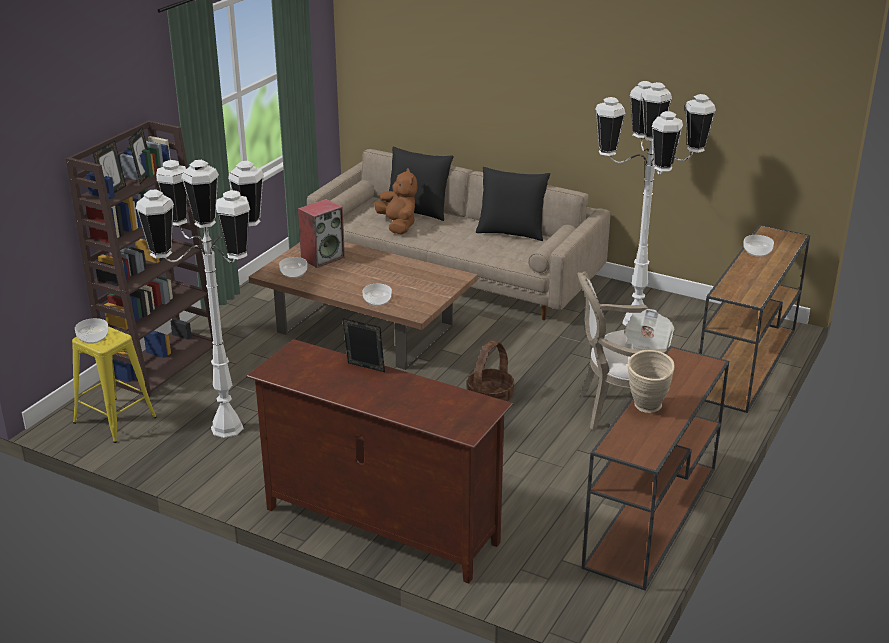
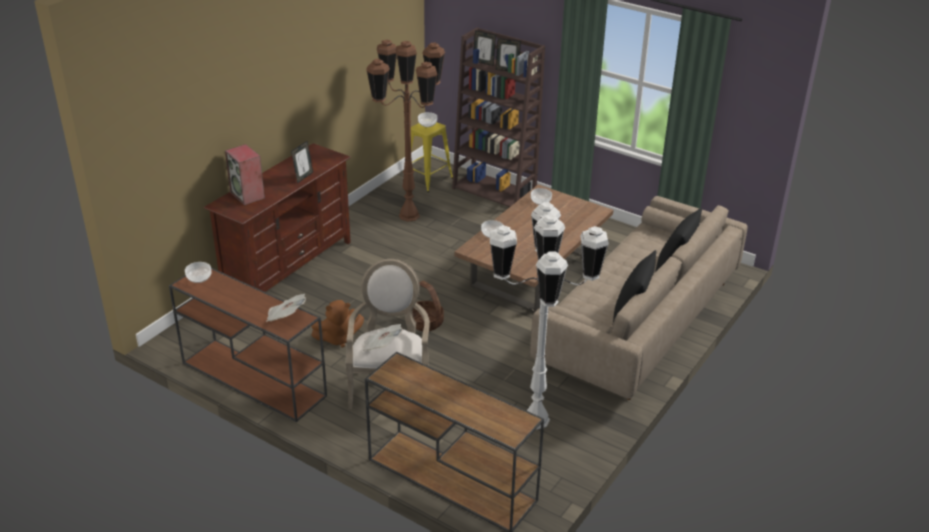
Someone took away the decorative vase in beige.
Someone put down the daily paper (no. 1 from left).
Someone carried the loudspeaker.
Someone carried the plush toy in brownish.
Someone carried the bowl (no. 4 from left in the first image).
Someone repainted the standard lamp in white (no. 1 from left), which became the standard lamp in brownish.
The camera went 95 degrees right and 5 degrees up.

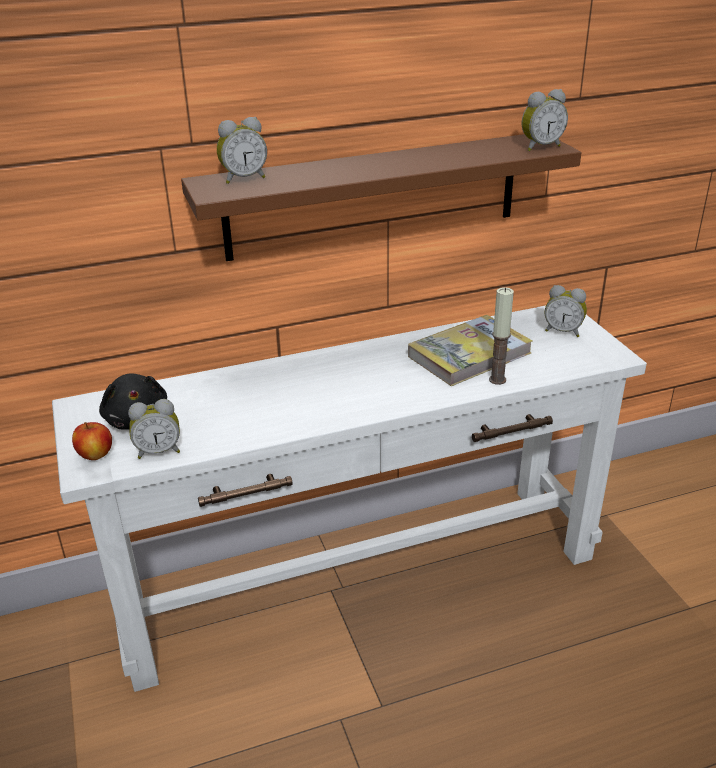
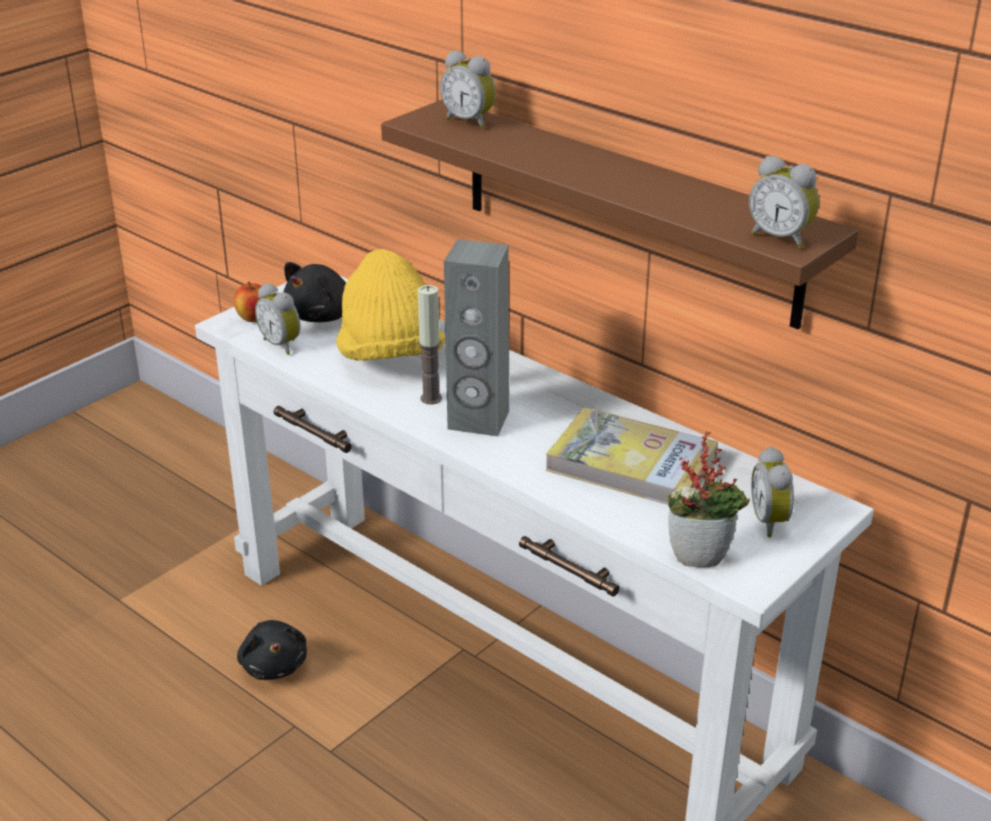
Someone put down the plush toy in black (no. 1 from left).
Someone put down the clothing hat in yellowish.
Someone put down the loudspeaker in gray.
Someone put down the houseplant.
Someone carried the wax candle.
The camera went 60 degrees right and 0 degrees up.

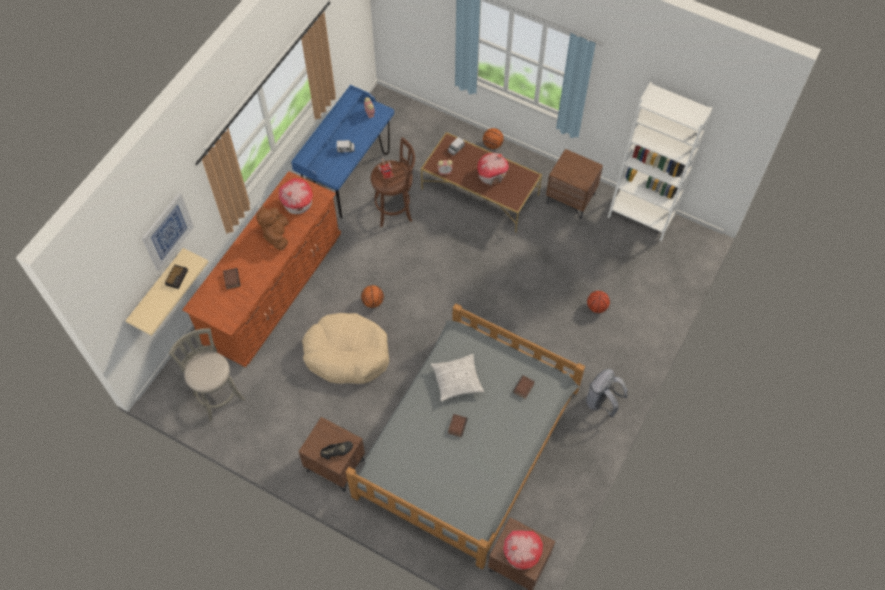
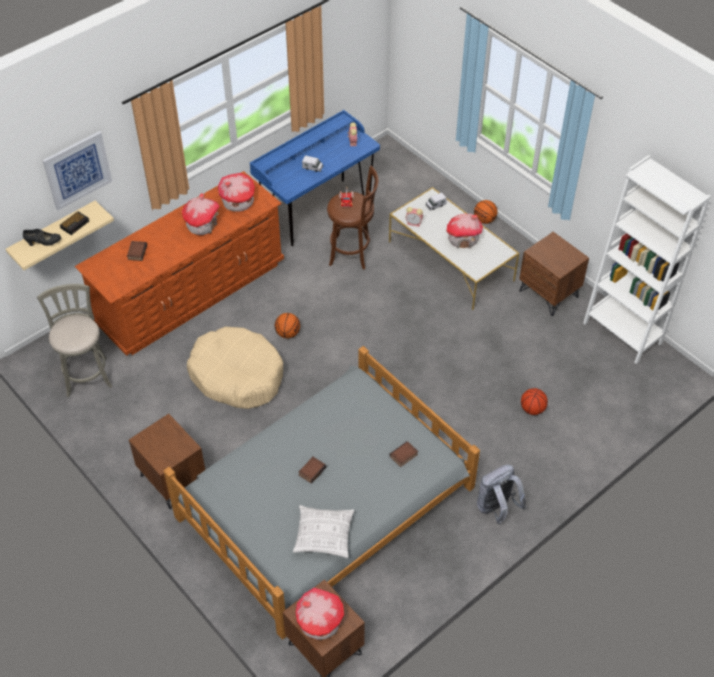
Someone carried the low shoe in black.
Someone carried the throw pillow.
Someone swapped the plush toy in brownish for the model house (no. 1 from left).
Someone repainted the low table in brownish, which became the low table in white.
The camera went 20 degrees right and 10 degrees down.

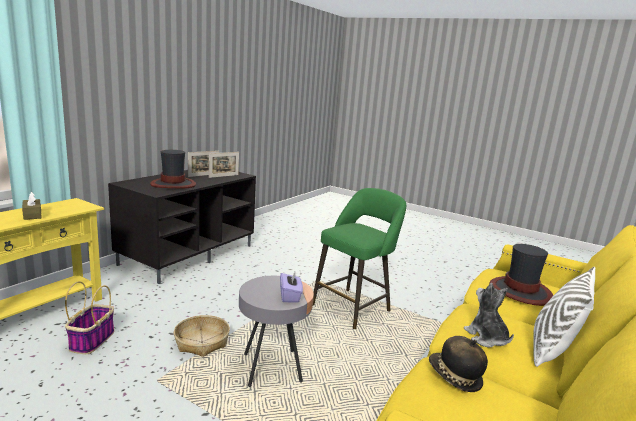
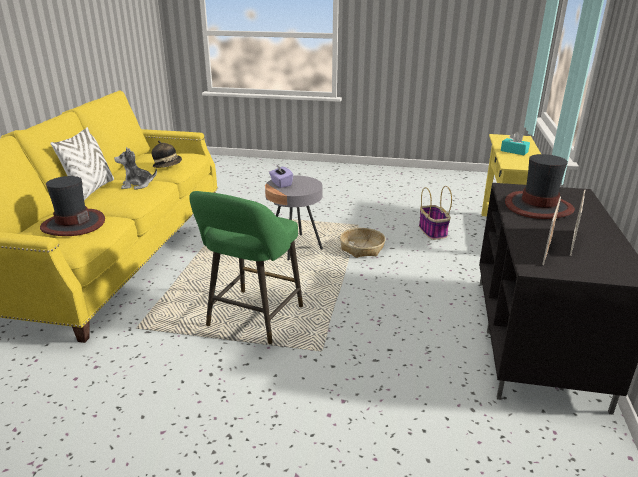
Someone repainted the box of tissues in brownish, which became the box of tissues in blue-green.
Someone rotated the plush toy by 120 degrees clockwise.
The camera went 160 degrees right and 10 degrees up.

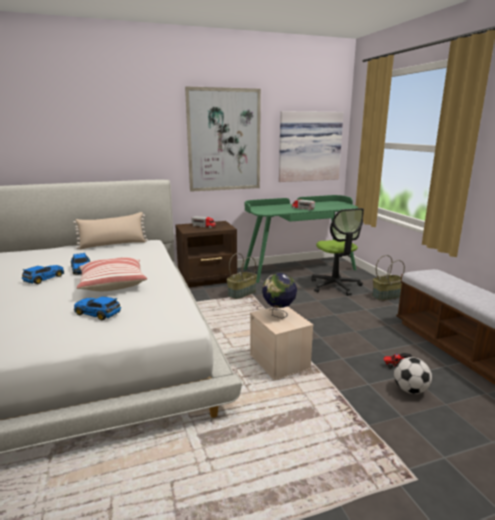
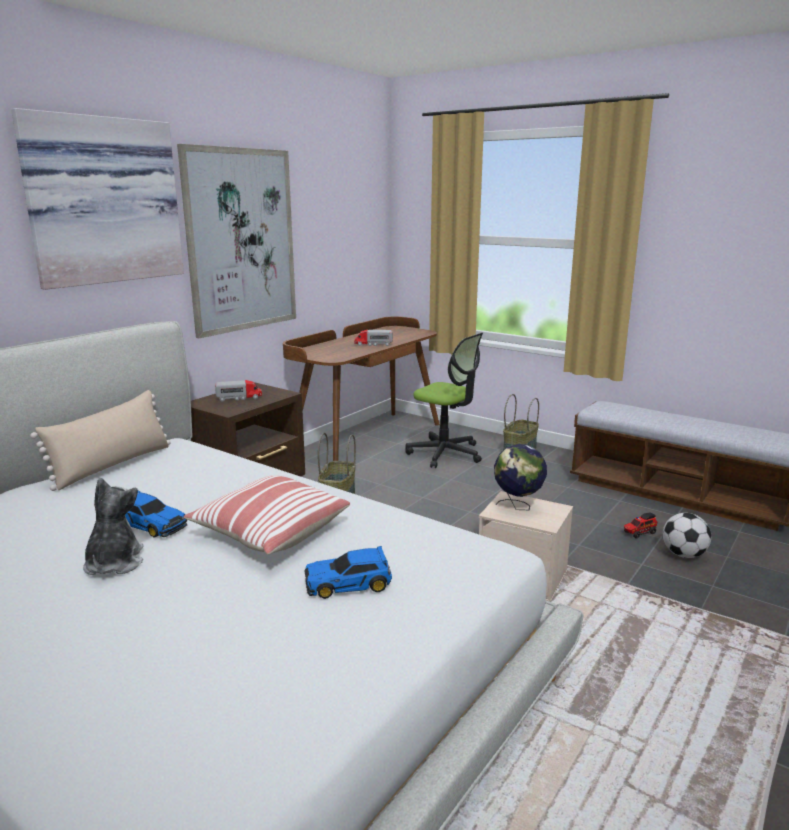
Someone carried the wall art (no. 2 from left in the first image).
Someone swapped the model car (no. 1 from left) for the plush toy.
Someone repainted the desk unit in green-coloured, which became the desk unit in brownish.
The camera went 35 degrees left and 0 degrees up.

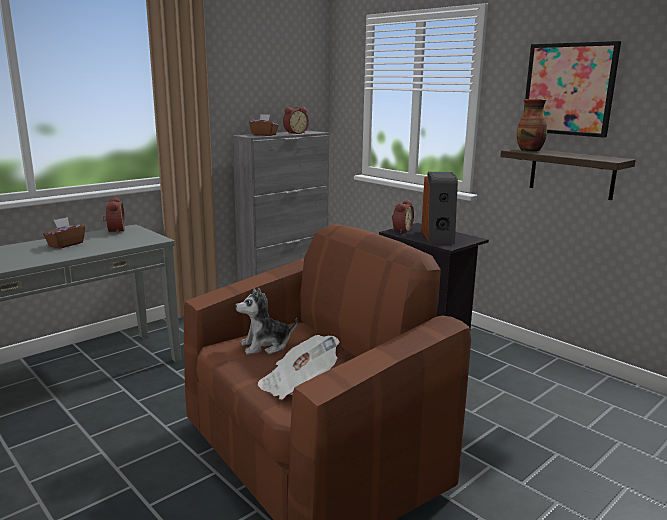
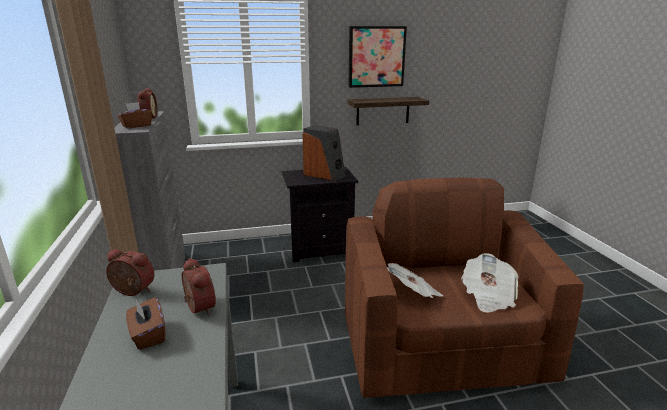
Someone took away the decorative vase.
Someone carried the alarm clock (no. 3 from left).
Someone swapped the plush toy for the daily paper (no. 1 from left).
The camera went 60 degrees left and 5 degrees up.

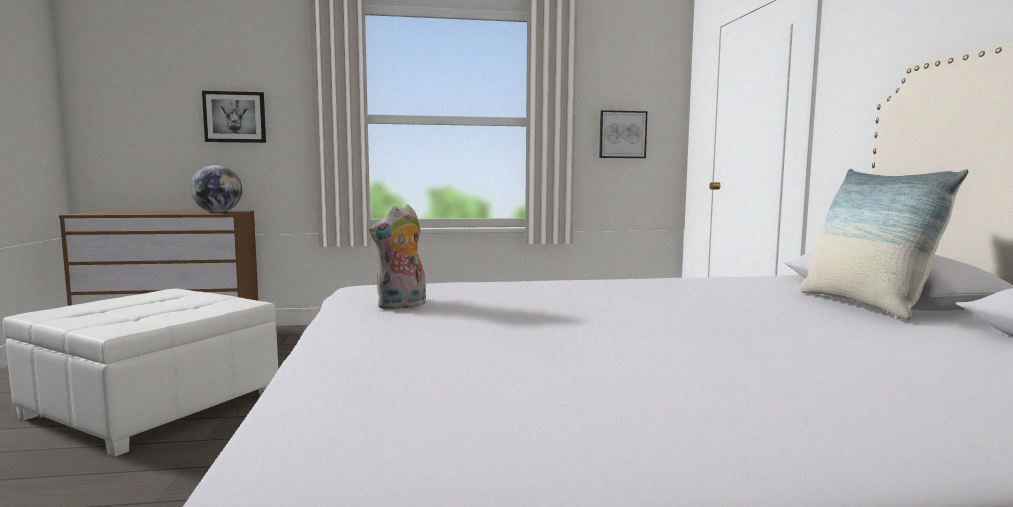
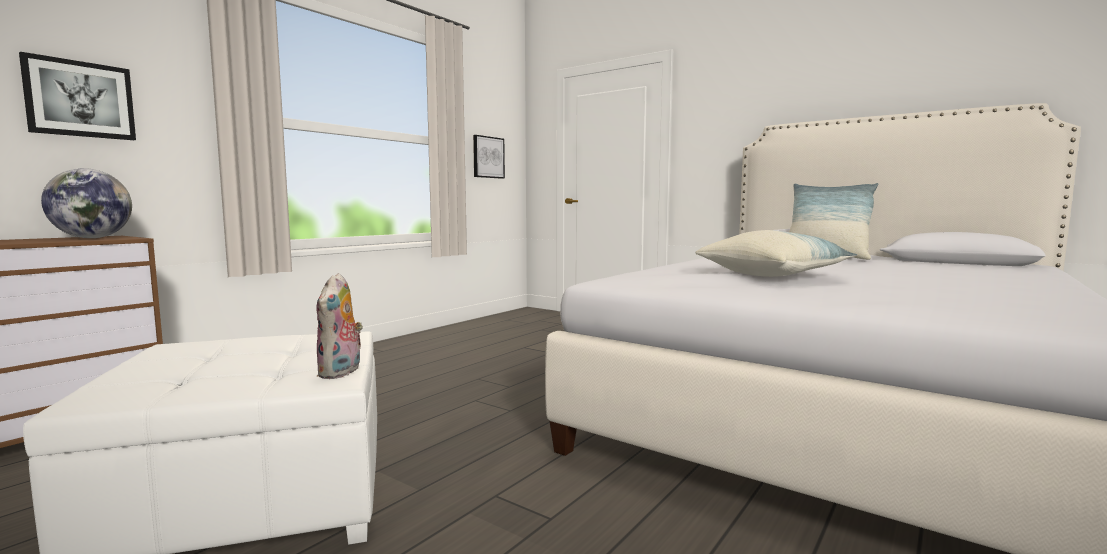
Someone put down the throw pillow (no. 1 from left).
Someone carried the plush toy.
The camera went 45 degrees left and 0 degrees up.

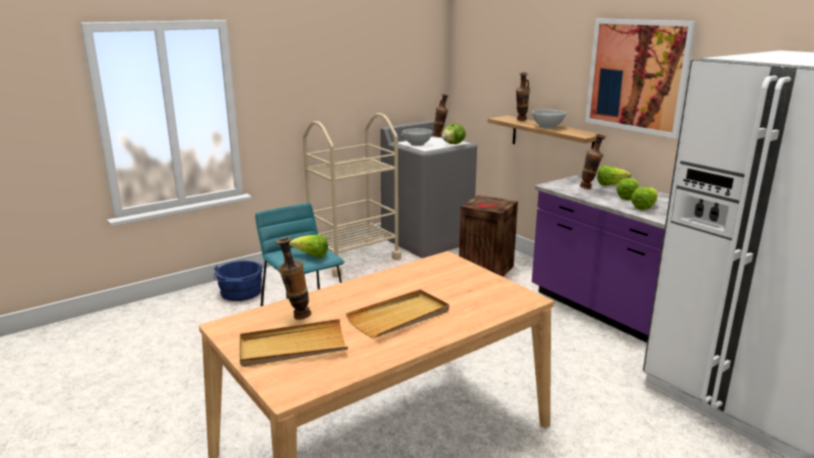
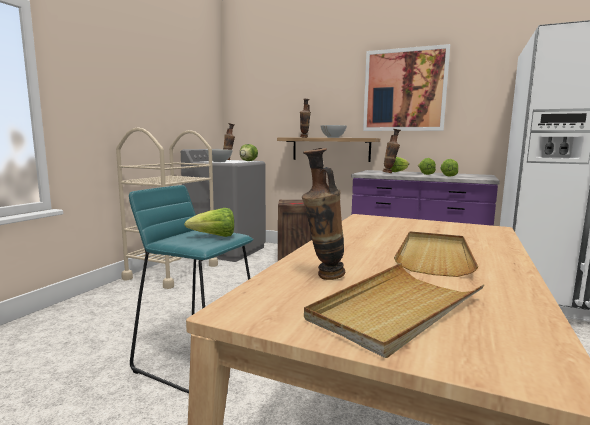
Someone took away the water bucket in bluish.
The camera went 30 degrees left and 10 degrees down.

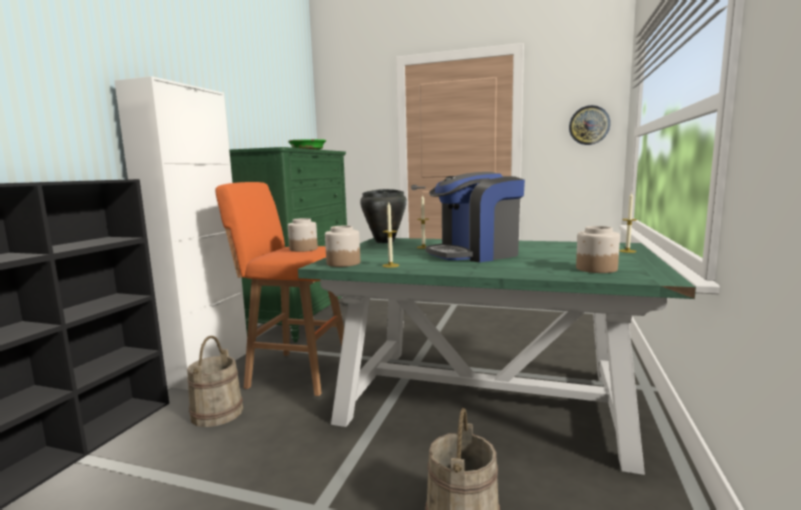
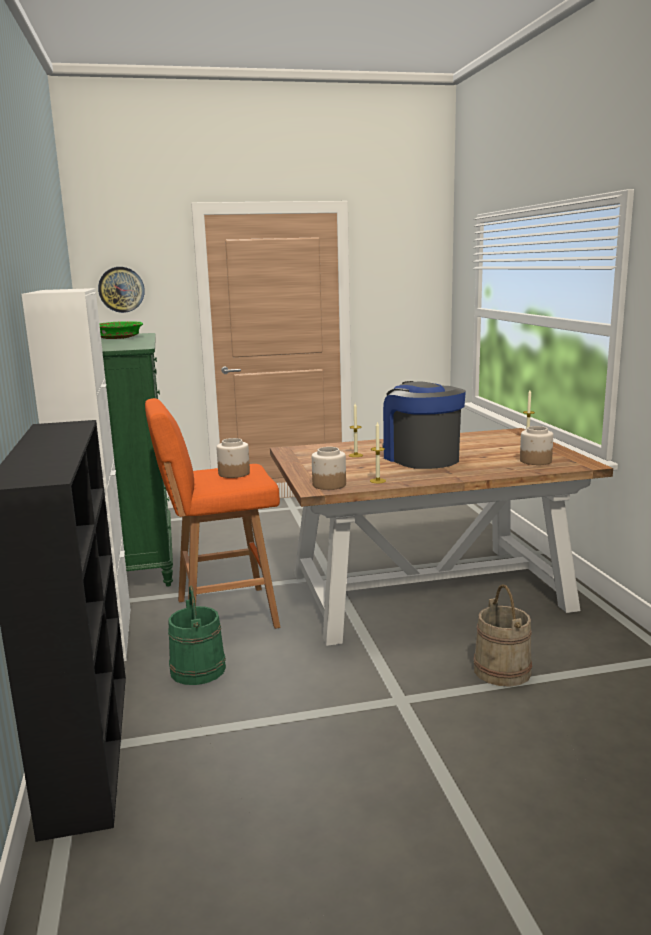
Someone took away the saucepot in black.
Someone carried the wall clock.
Someone repainted the water bucket in beige (no. 1 from left), which became the water bucket in green-coloured.
Someone repainted the dinner table in green-coloured, which became the dinner table in brownish.
Someone rotated the coffee maker by 120 degrees clockwise.
The camera went 30 degrees left and 5 degrees up.

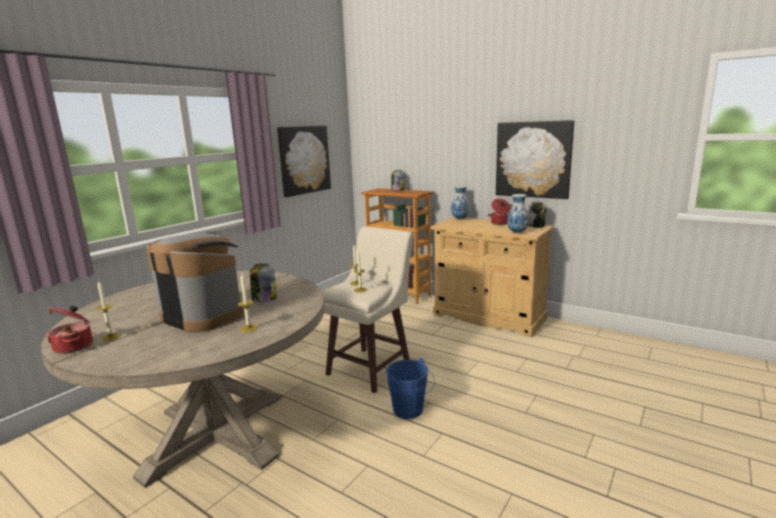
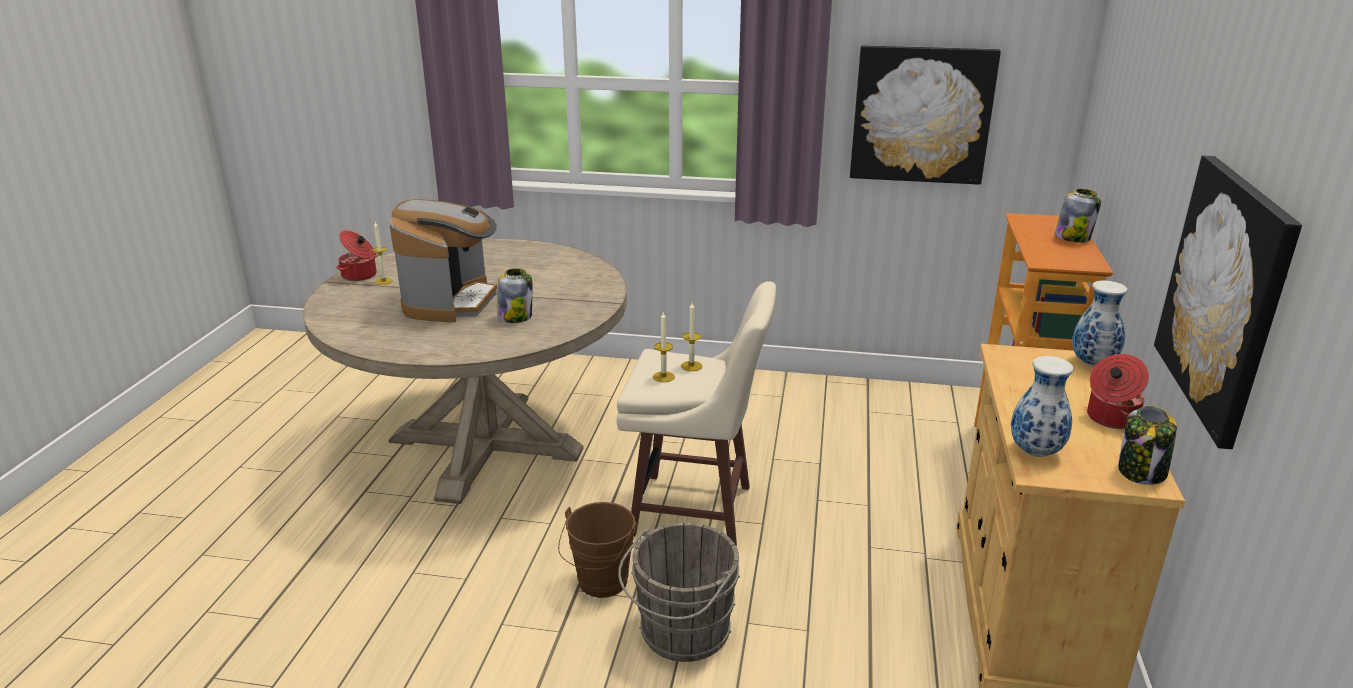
Someone took away the wax candle (no. 2 from left).
Someone put down the water bucket in gray.
Someone repainted the water bucket in bluish, which became the water bucket in brownish.
The camera went 65 degrees right and 10 degrees up.

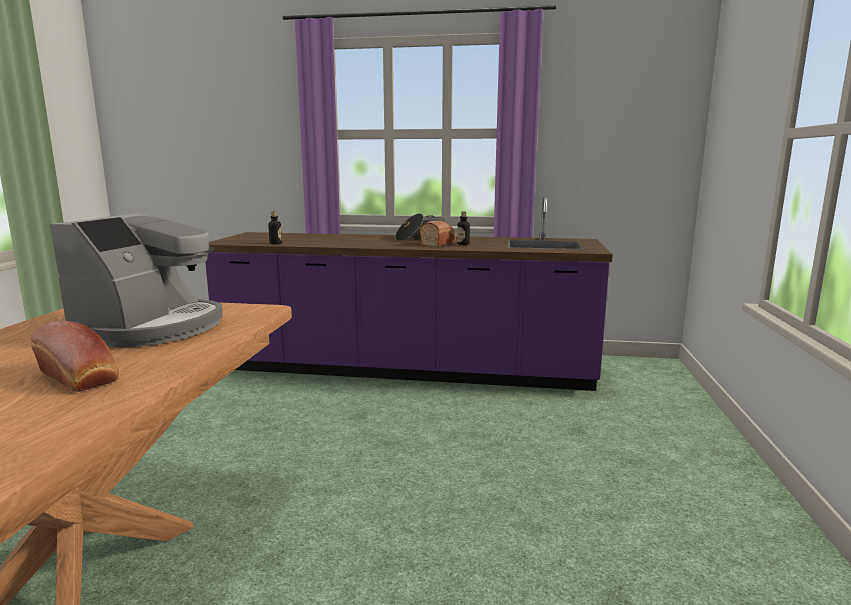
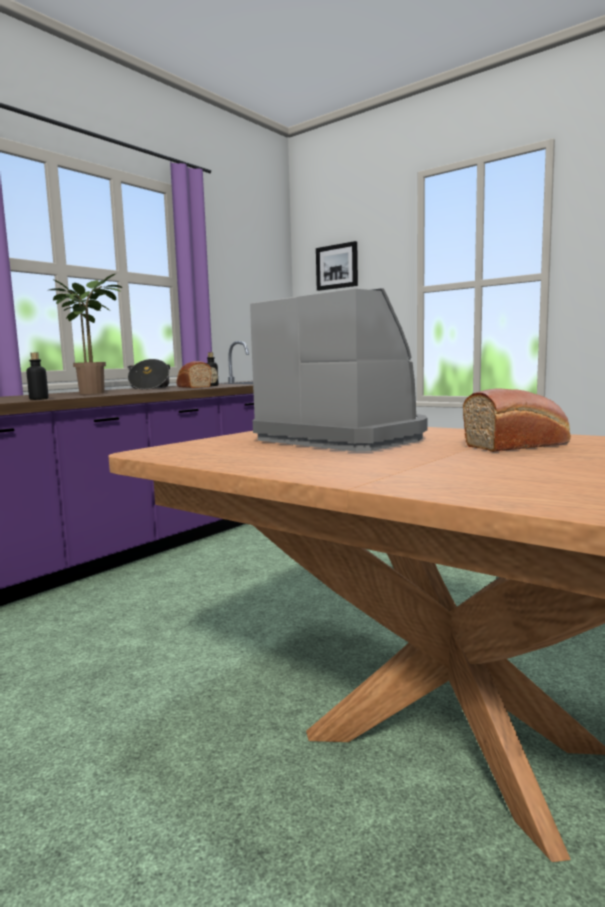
Someone put down the houseplant.
Someone put up the wall art.
The camera went 60 degrees left and 5 degrees down.

